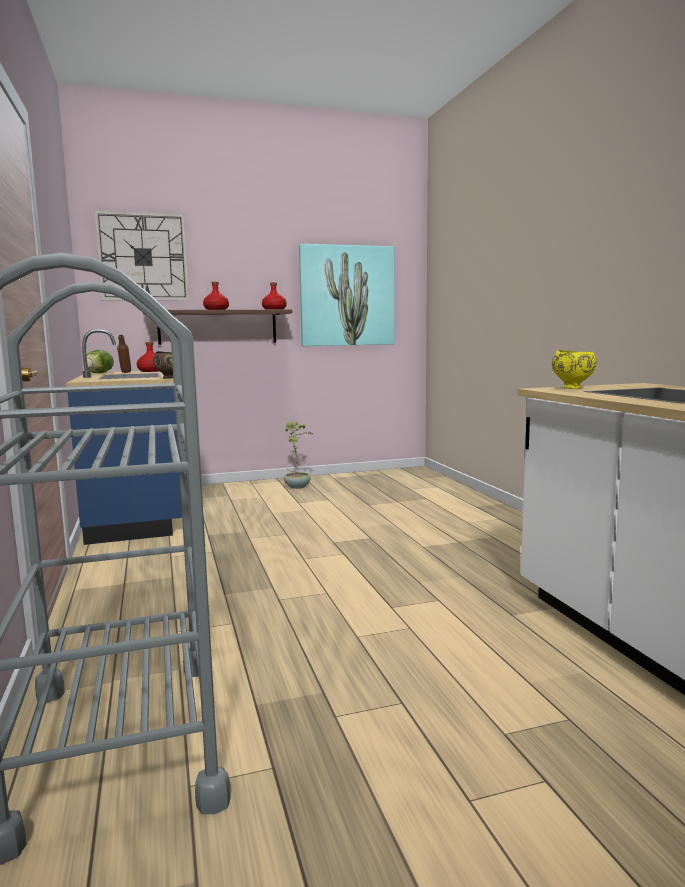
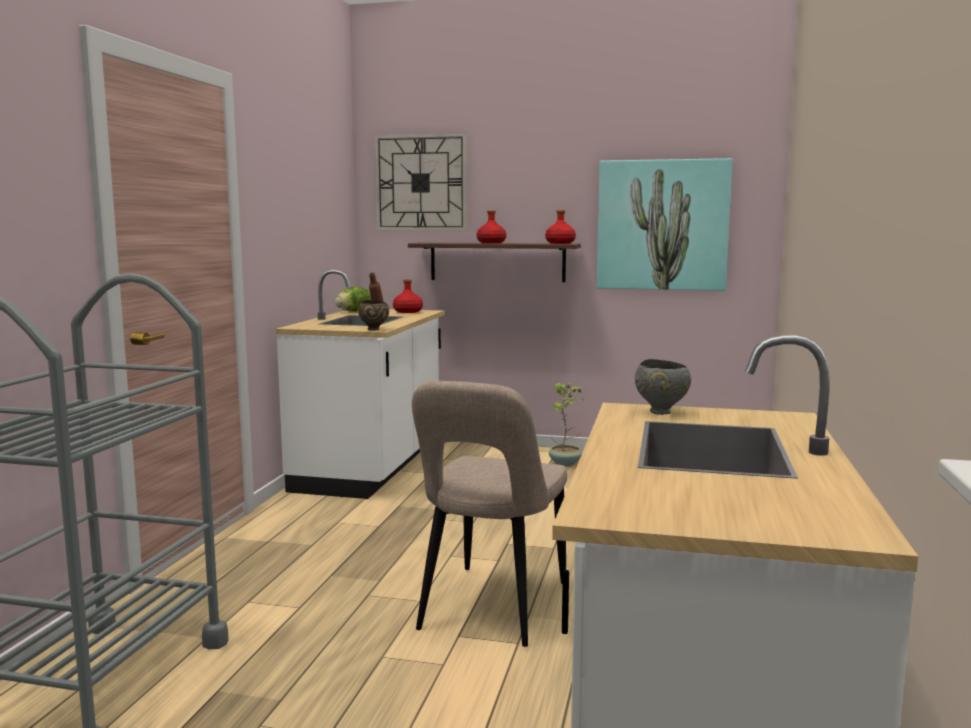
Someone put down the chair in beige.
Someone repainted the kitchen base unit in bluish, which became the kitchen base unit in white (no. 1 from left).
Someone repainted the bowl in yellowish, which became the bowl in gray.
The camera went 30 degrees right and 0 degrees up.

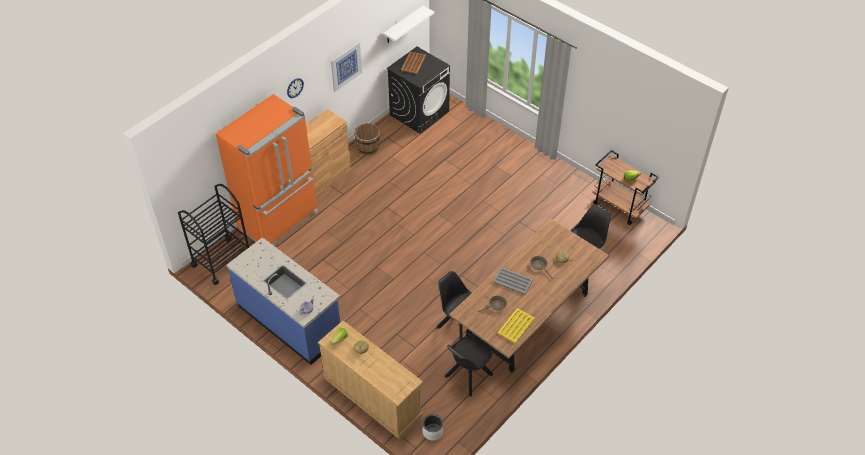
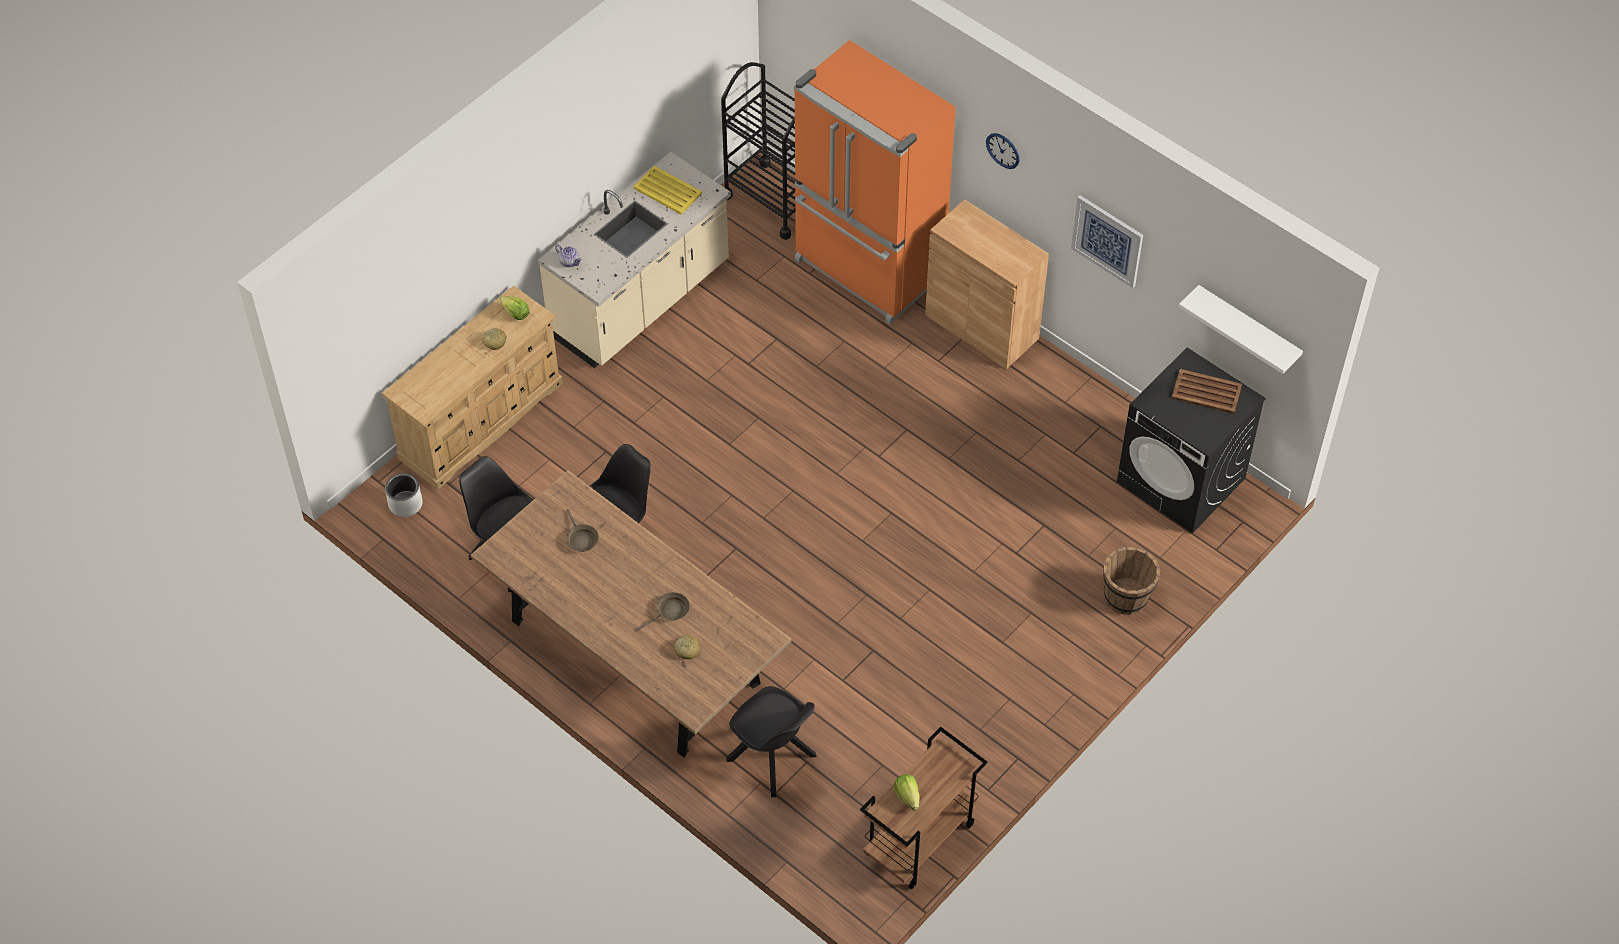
Someone took away the serving tray in gray.
Someone carried the water bucket in brownish.
Someone carried the serving tray in yellowish.
Someone repainted the kitchen base unit in bluish, which became the kitchen base unit in beige.
The camera went 90 degrees right and 5 degrees up.

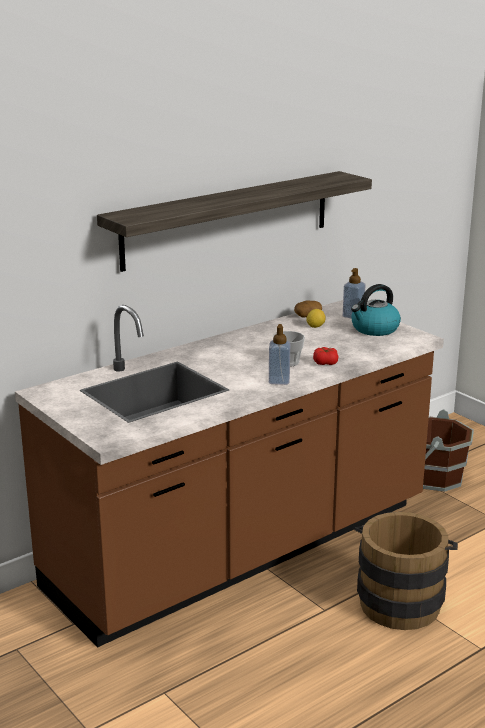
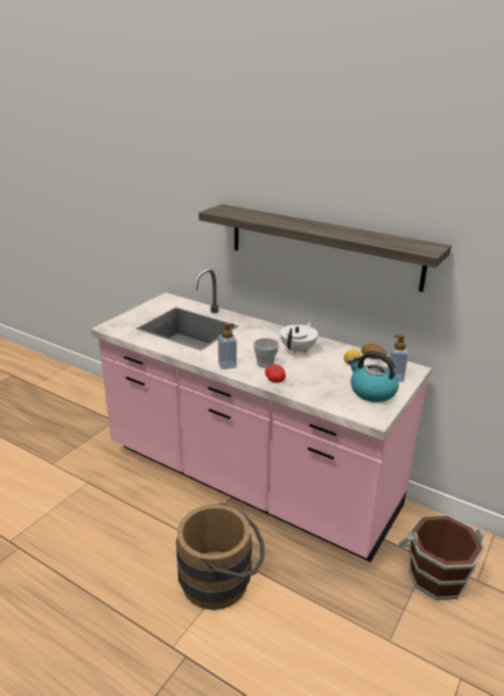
Someone put down the tea pot in white.
Someone repainted the kitchen base unit in brownish, which became the kitchen base unit in pink-coloured.
The camera went 70 degrees right and 5 degrees up.

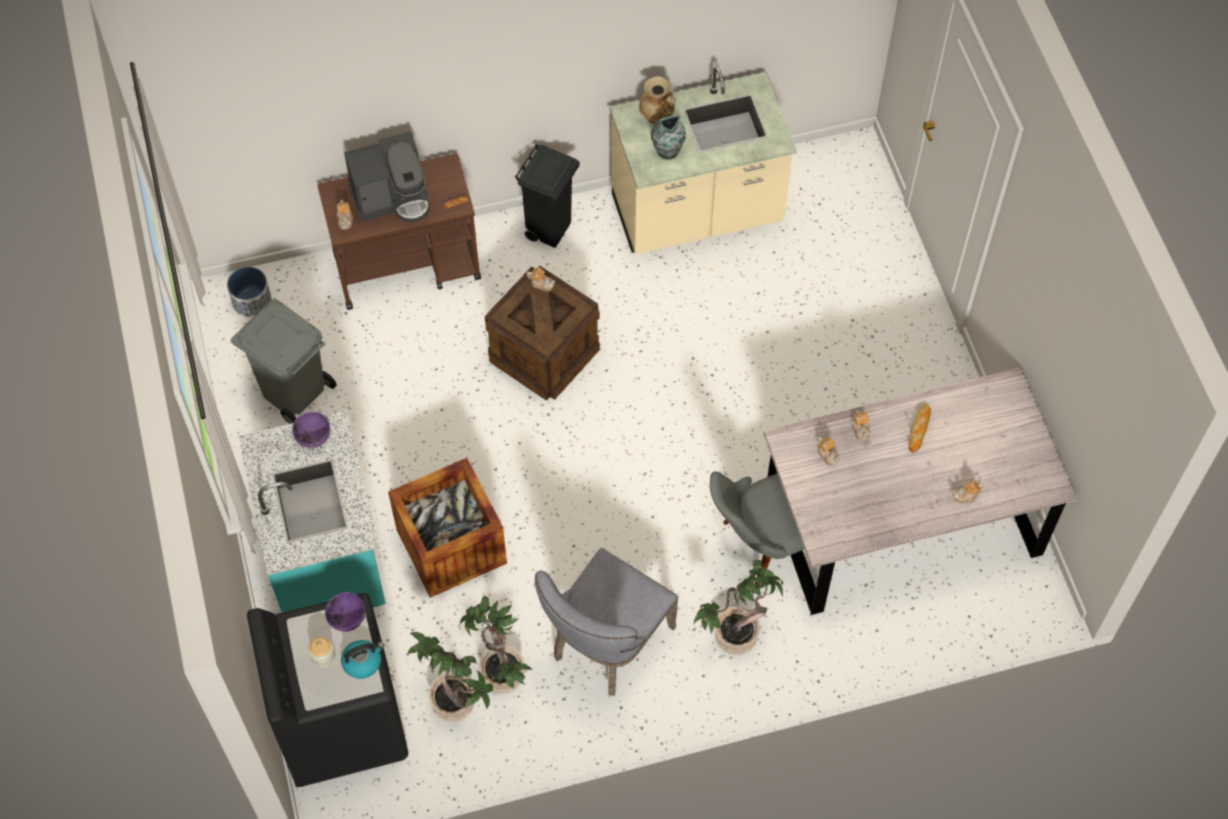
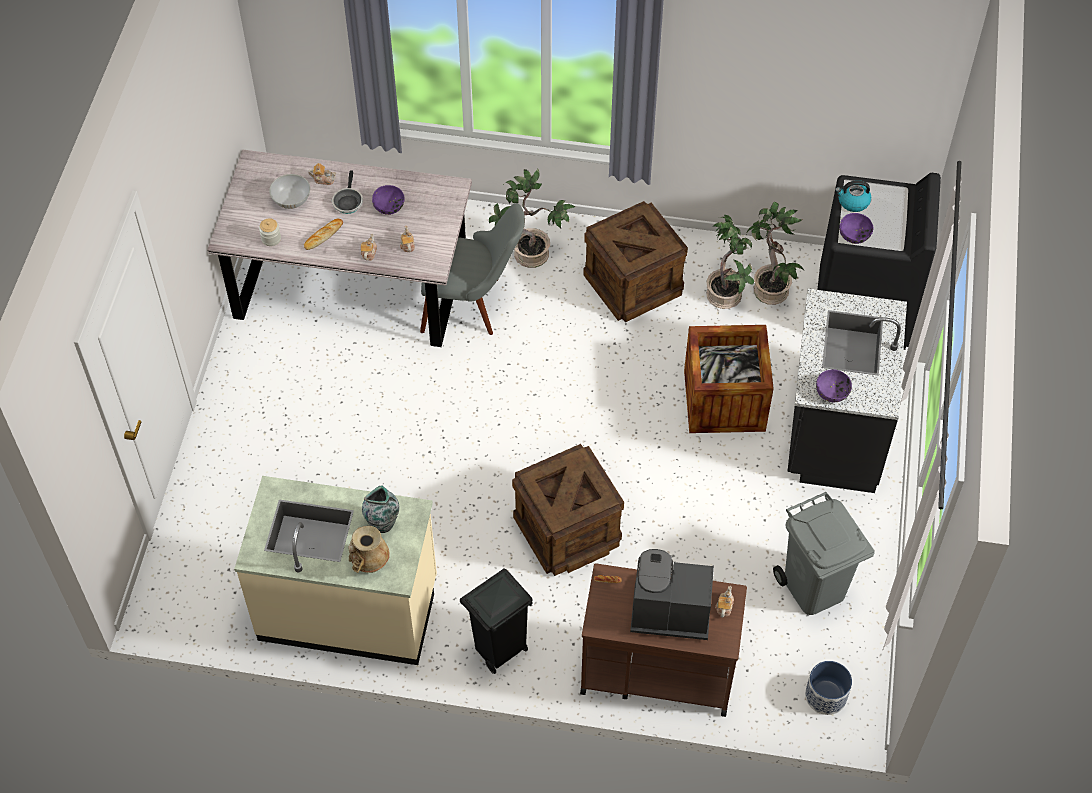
Someone took away the tea pot (no. 2 from left).
Someone put down the bowl in white.
Someone put down the pan.
Someone put down the bowl in purple-coloured (no. 1 from left).
Someone carried the preserve jar.
Someone swapped the chair in gray (no. 1 from left) for the crate (no. 2 from left).
Someone repainted the kitchen base unit in blue-green, which became the kitchen base unit in black.
The camera went 155 degrees left and 5 degrees down.

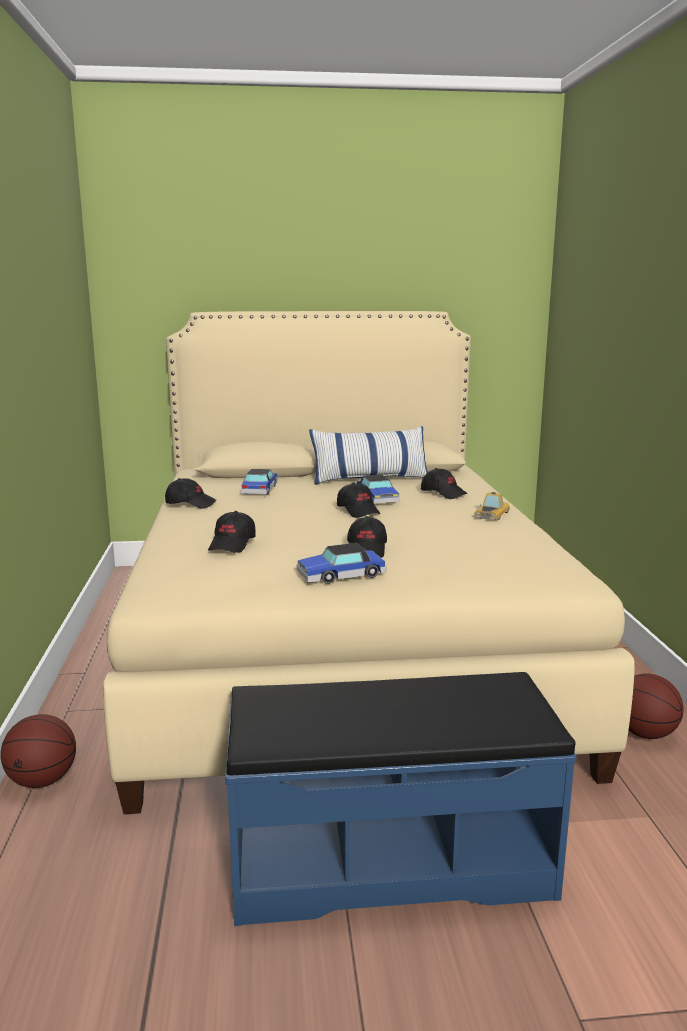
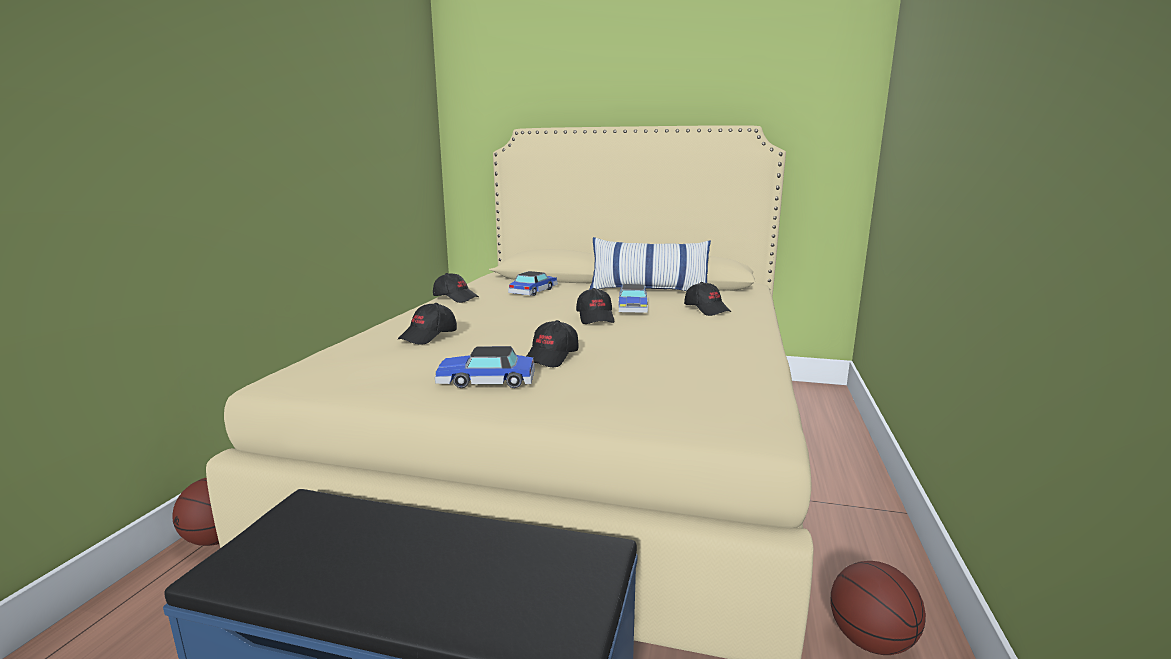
Someone took away the model car (no. 4 from left).
The camera went 20 degrees right and 0 degrees up.

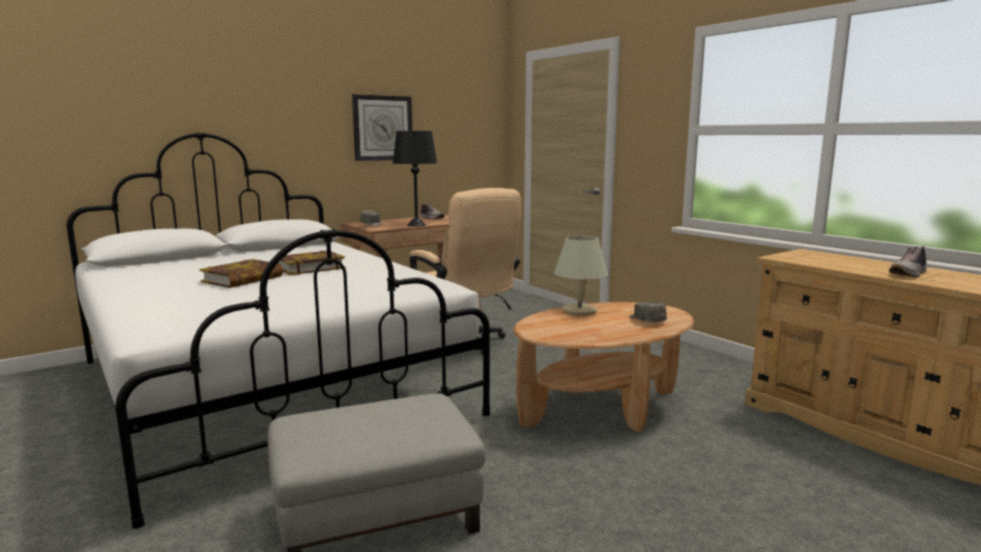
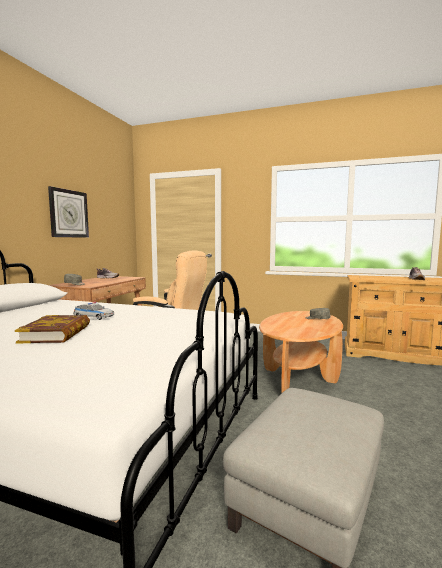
Someone took away the tabletop lamp in black.
Someone took away the tabletop lamp in beige.
Someone swapped the volume (no. 2 from left) for the model car.
The camera went 35 degrees left and 5 degrees down.

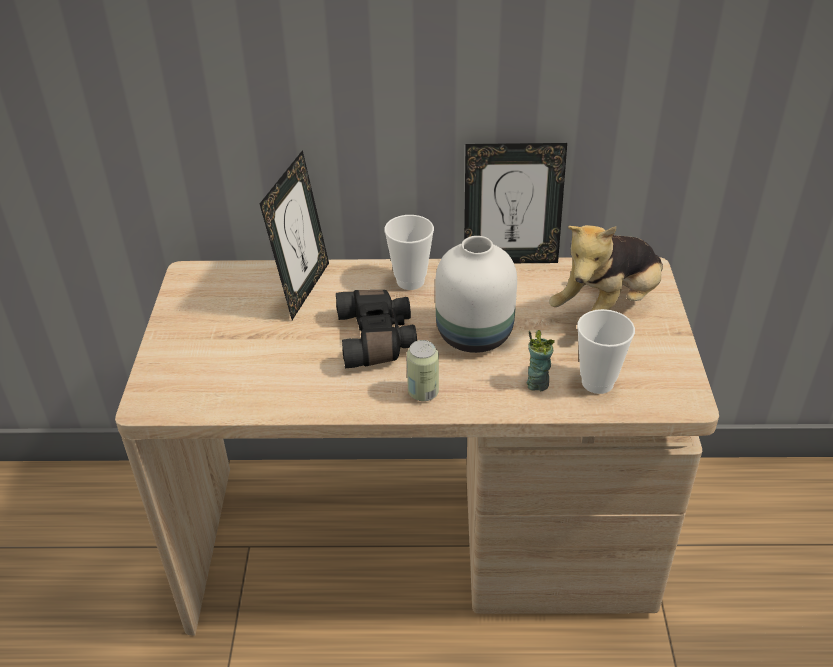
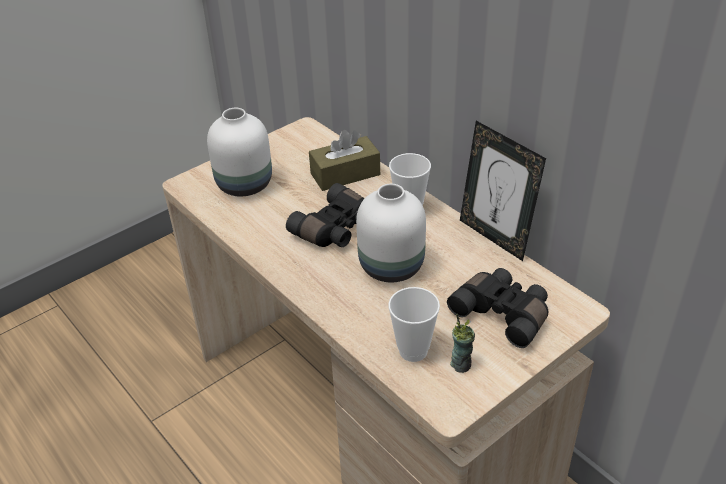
Someone took away the sealed can.
Someone put down the decorative vase in white (no. 1 from left).
Someone carried the drinking cup (no. 2 from left in the first image).
Someone swapped the standing frame (no. 1 from left) for the box of tissues in brownish.
Someone swapped the plush toy for the pair of binoculars in black (no. 2 from left).
The camera went 50 degrees right and 0 degrees up.

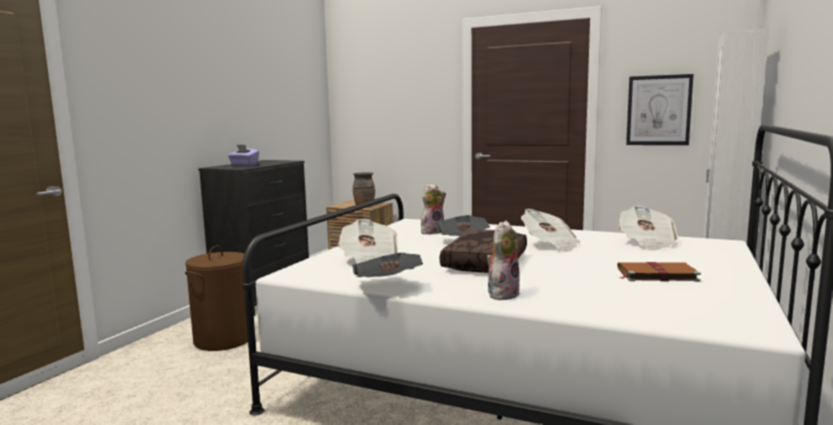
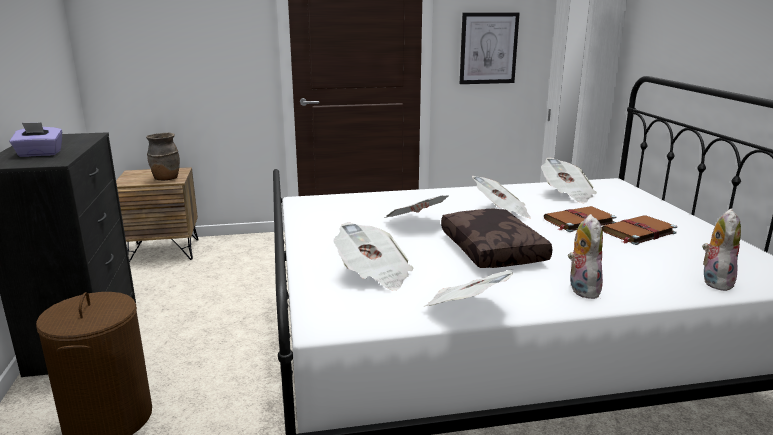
Someone put down the volume in brownish (no. 1 from left).
Someone carried the plush toy (no. 1 from left in the first image).
The camera went 35 degrees left and 10 degrees up.

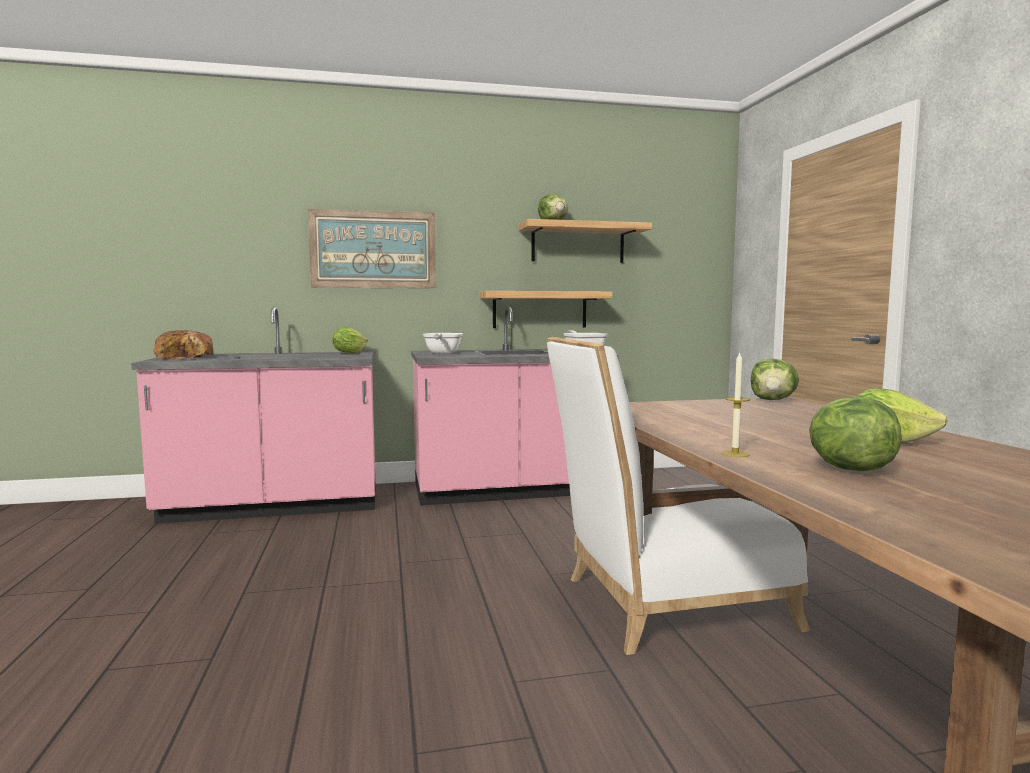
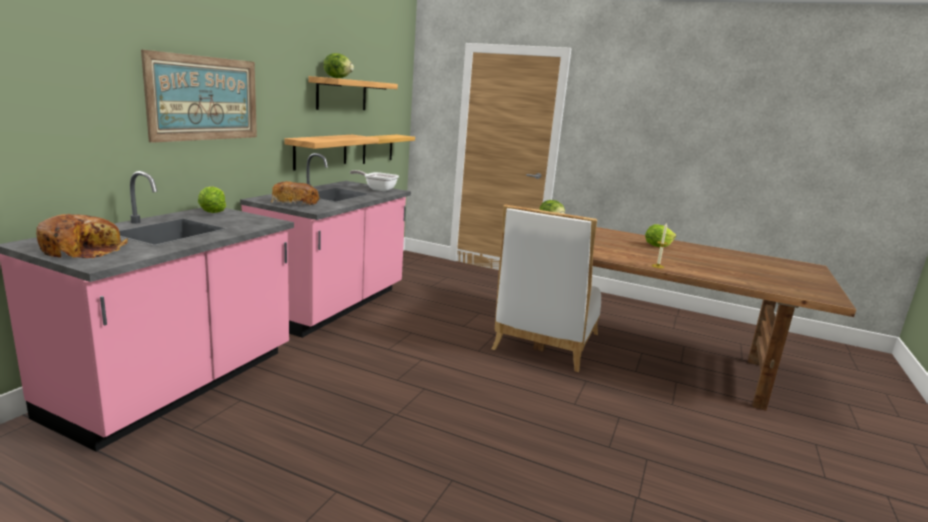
Someone took away the head of lettuce (no. 4 from left).
Someone put up the wall shelf (no. 3 from left).
Someone swapped the pan (no. 1 from left) for the bakery bread (no. 2 from left).
The camera went 55 degrees left and 10 degrees up.

